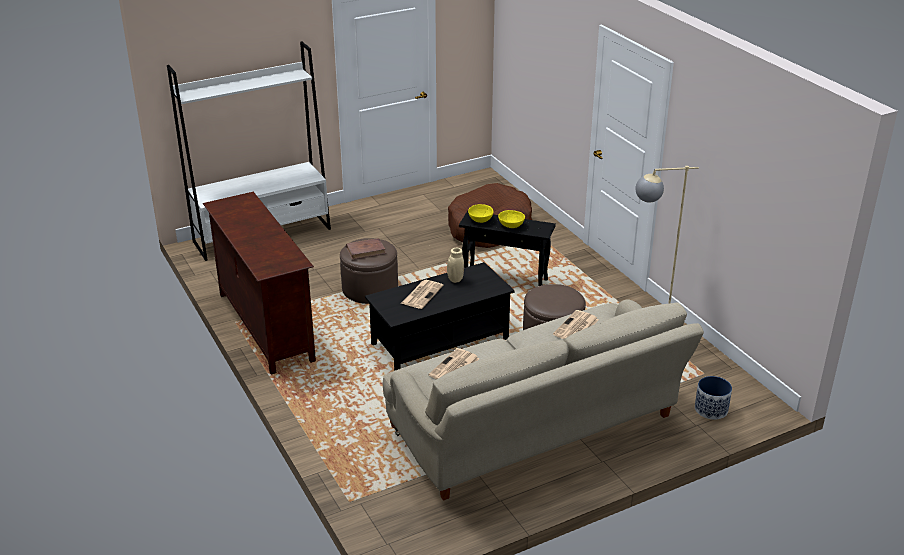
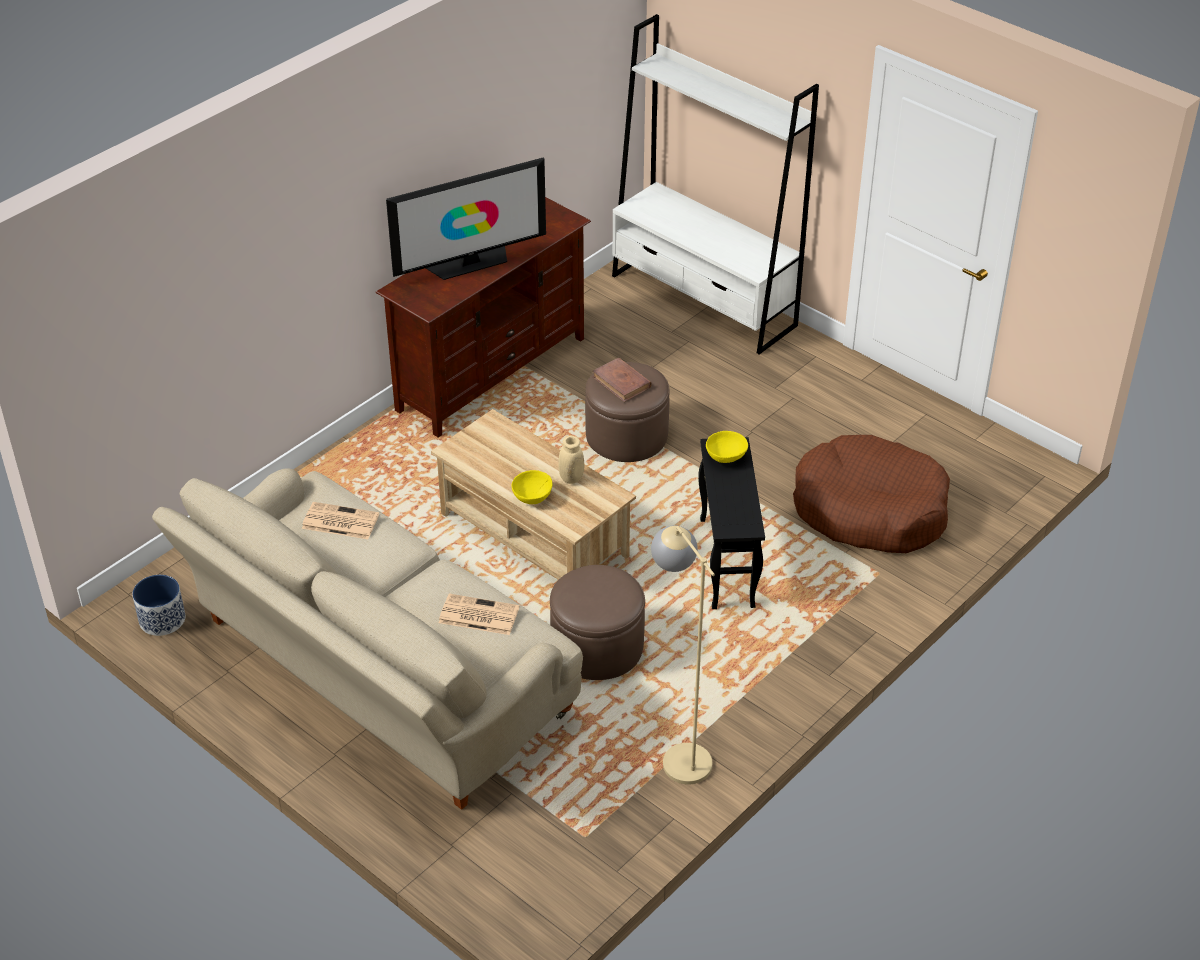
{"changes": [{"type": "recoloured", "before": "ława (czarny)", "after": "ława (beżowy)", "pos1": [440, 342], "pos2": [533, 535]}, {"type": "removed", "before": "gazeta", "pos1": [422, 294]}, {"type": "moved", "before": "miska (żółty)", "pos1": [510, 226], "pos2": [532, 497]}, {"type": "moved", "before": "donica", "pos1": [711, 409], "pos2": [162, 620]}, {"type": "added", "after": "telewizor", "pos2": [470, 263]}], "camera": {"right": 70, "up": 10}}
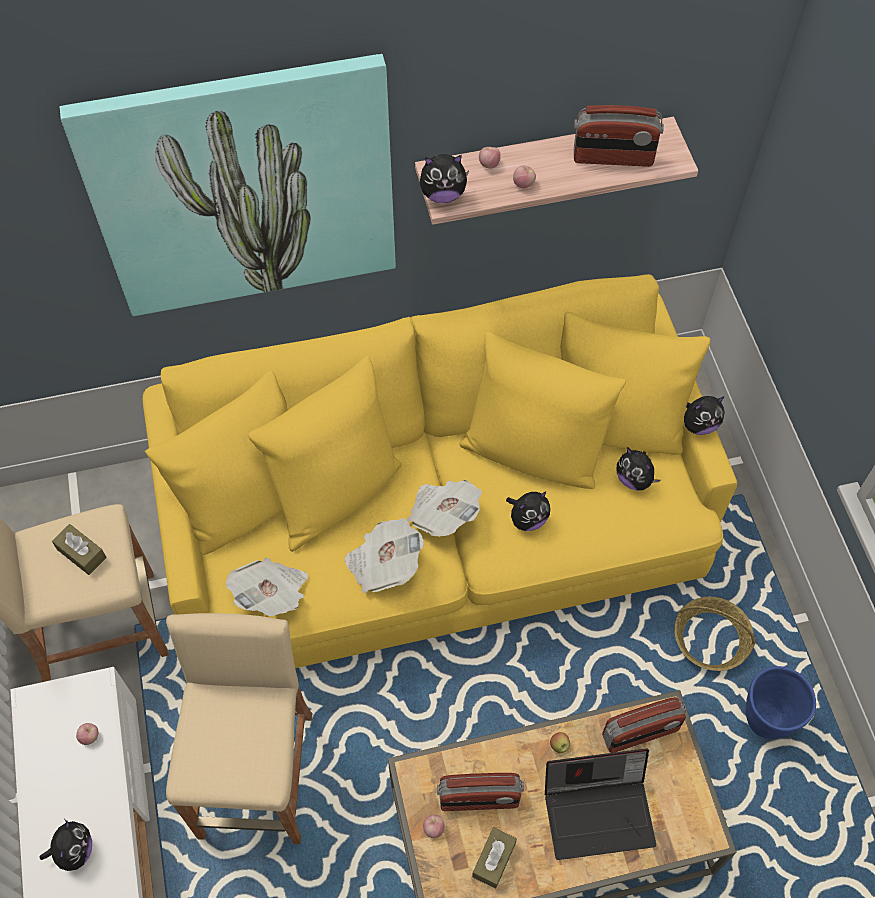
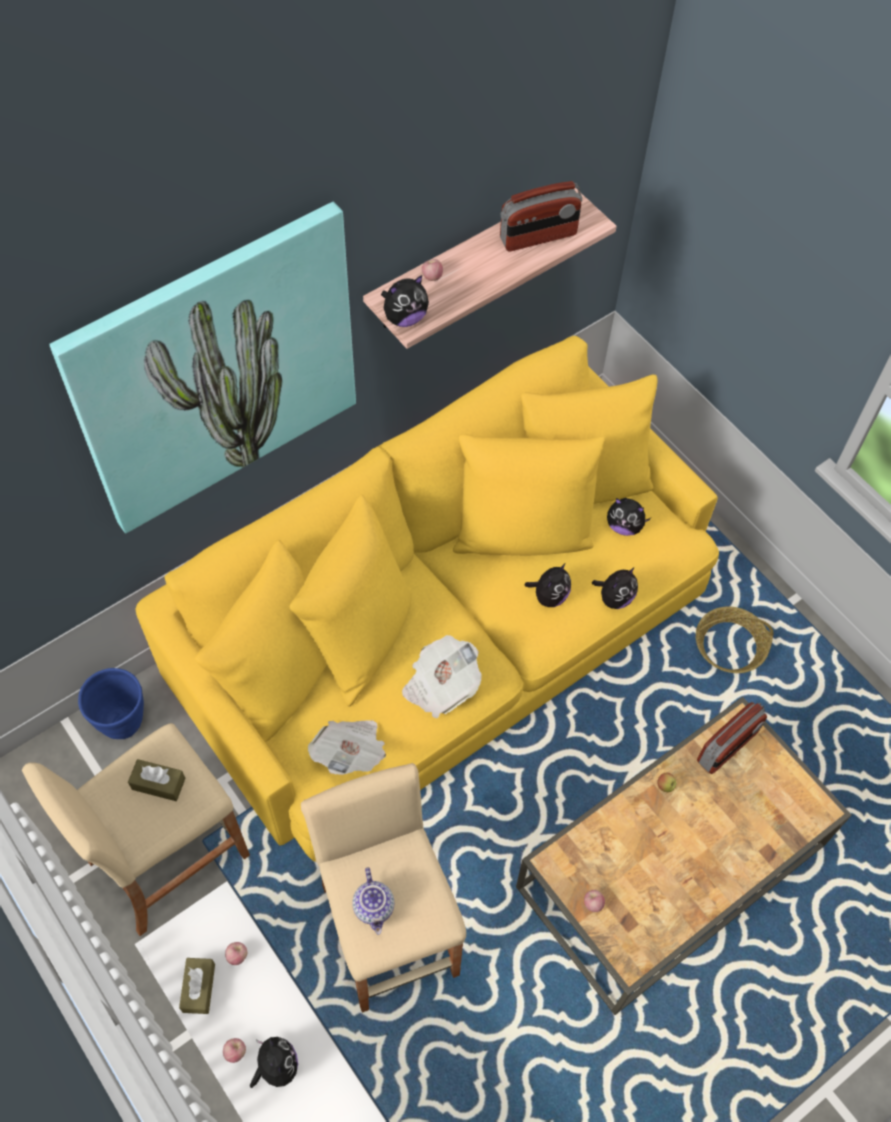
{"changes": [{"type": "removed", "before": "gazeta", "pos1": [443, 514]}, {"type": "removed", "before": "radio", "pos1": [479, 799]}, {"type": "moved", "before": "pudełko chusteczek (brązowy)", "pos1": [494, 860], "pos2": [199, 988]}, {"type": "moved", "before": "jabłko", "pos1": [523, 184], "pos2": [235, 1052]}, {"type": "removed", "before": "laptop", "pos1": [599, 811]}, {"type": "moved", "before": "pluszak", "pos1": [699, 425], "pos2": [614, 598]}, {"type": "moved", "before": "donica (niebieski)", "pos1": [766, 719], "pos2": [123, 722]}, {"type": "added", "after": "imbryk", "pos2": [375, 907]}], "camera": {"right": -25, "up": 0}}
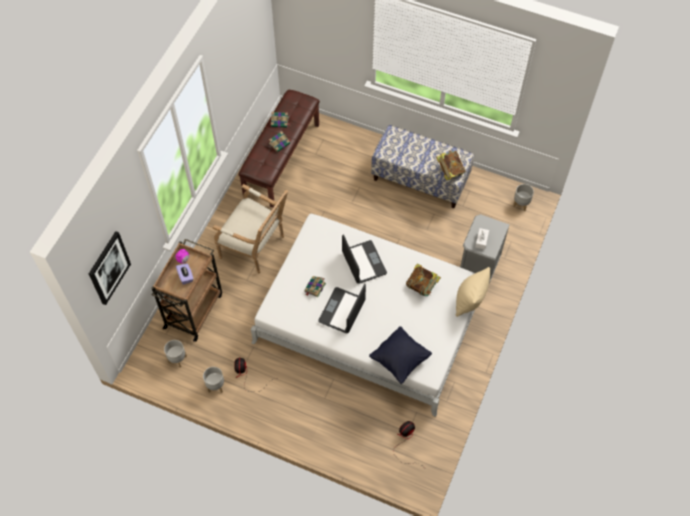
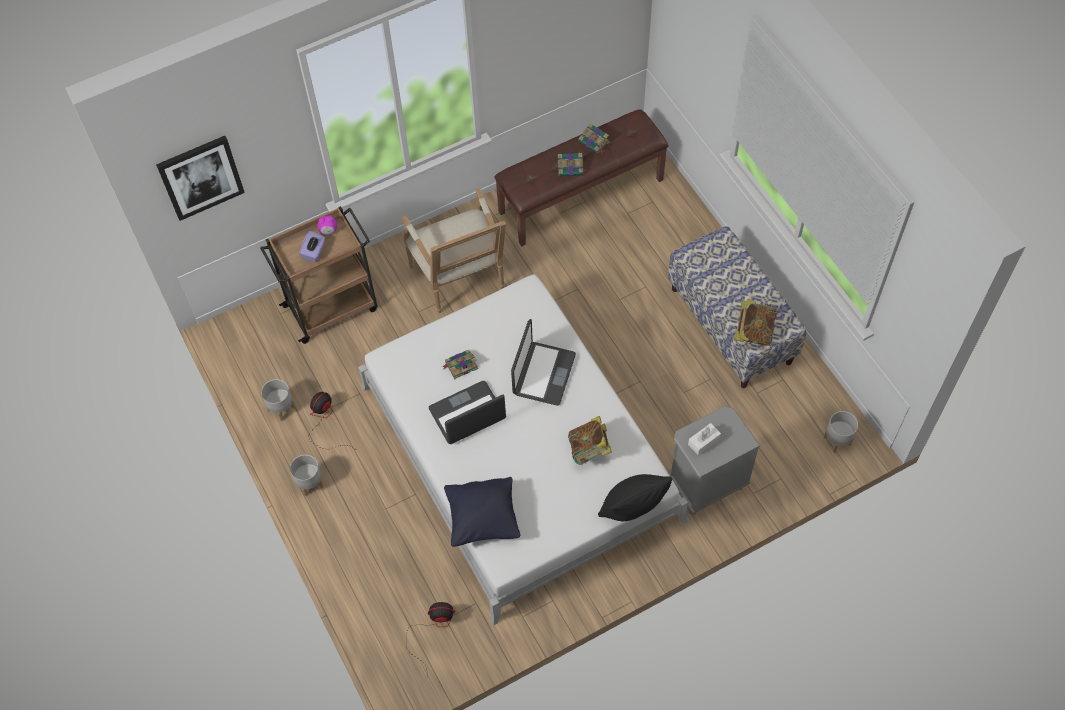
{"changes": [{"type": "moved", "before": "donica (szary)", "pos1": [177, 359], "pos2": [310, 483]}, {"type": "recoloured", "before": "poduszka (beżowy)", "after": "poduszka (czarny)", "pos1": [469, 301], "pos2": [632, 508]}], "camera": {"right": 40, "up": 0}}
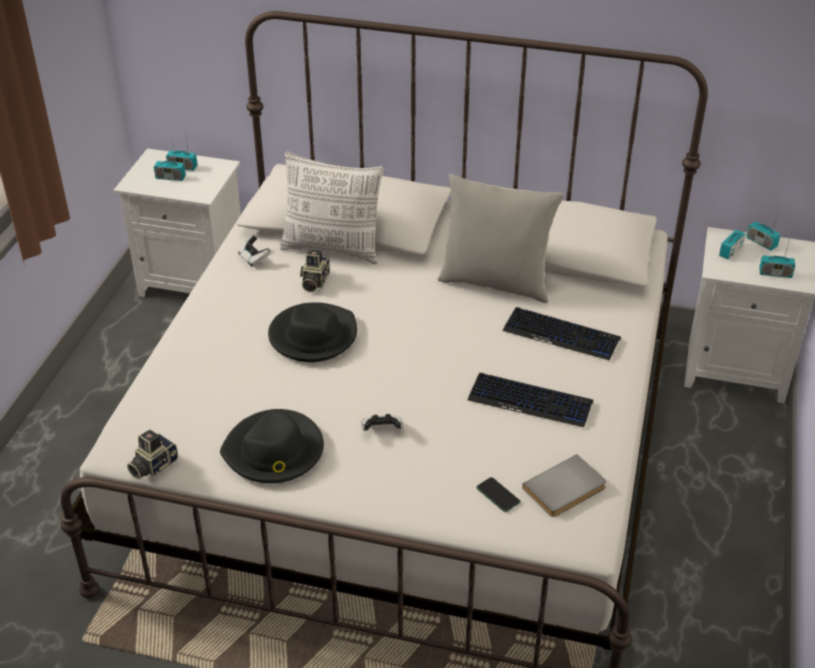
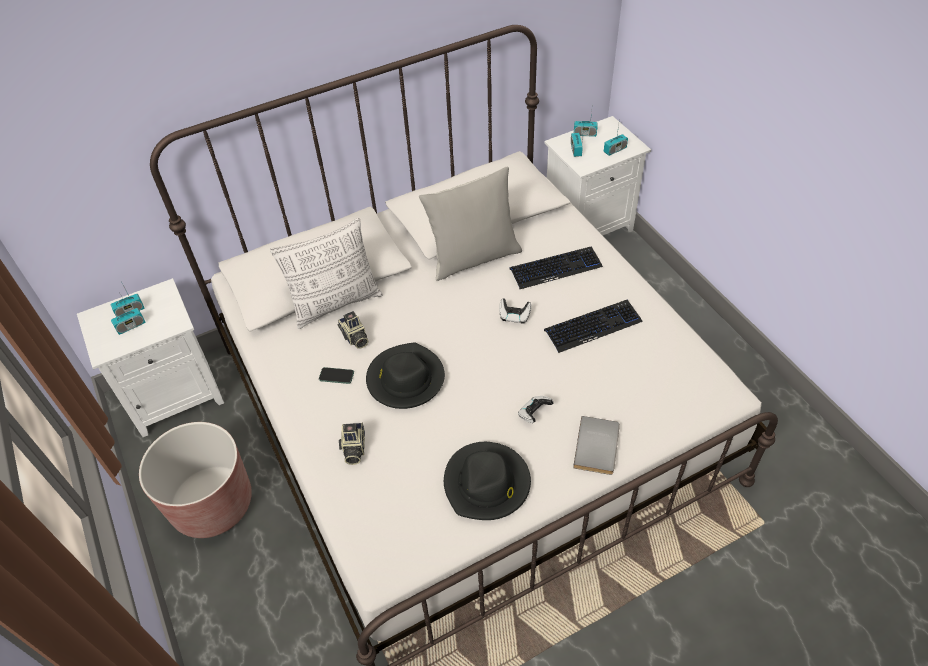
{"changes": [{"type": "moved", "before": "aparat fotograficzny", "pos1": [152, 465], "pos2": [353, 448]}, {"type": "moved", "before": "pad do gier", "pos1": [254, 258], "pos2": [514, 316]}, {"type": "moved", "before": "telefon", "pos1": [498, 495], "pos2": [336, 376]}, {"type": "moved", "before": "książka (szary)", "pos1": [566, 489], "pos2": [598, 447]}, {"type": "added", "after": "donica (brązowy)", "pos2": [212, 504]}], "camera": {"right": -40, "up": 10}}
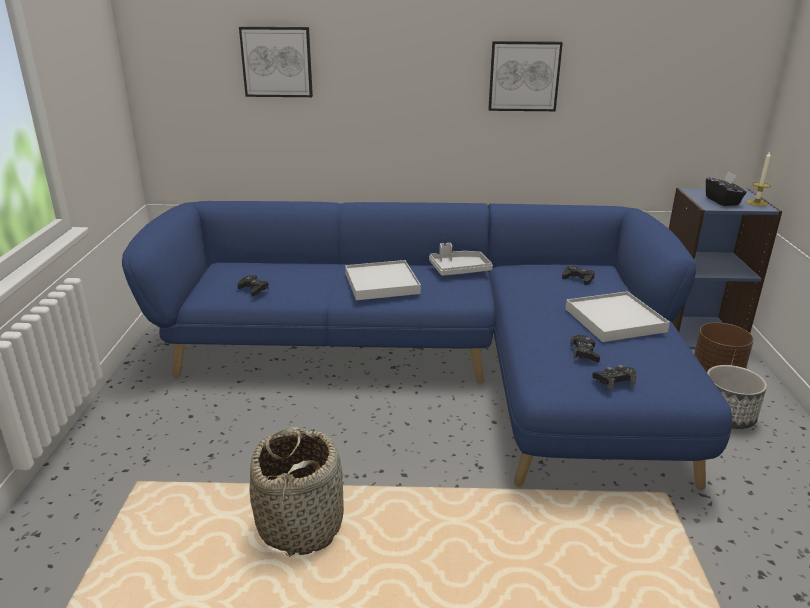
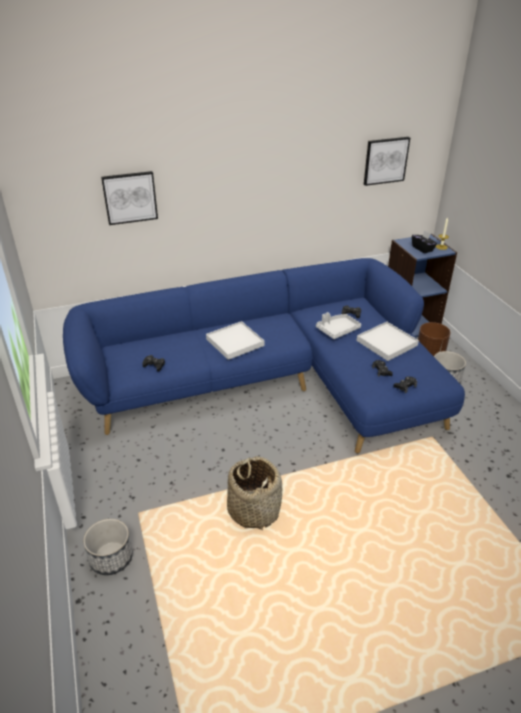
{"changes": [{"type": "moved", "before": "taca (szary)", "pos1": [459, 270], "pos2": [337, 330]}, {"type": "moved", "before": "obraz", "pos1": [524, 76], "pos2": [385, 160]}, {"type": "added", "after": "donica", "pos2": [111, 558]}], "camera": {"right": -20, "up": 10}}
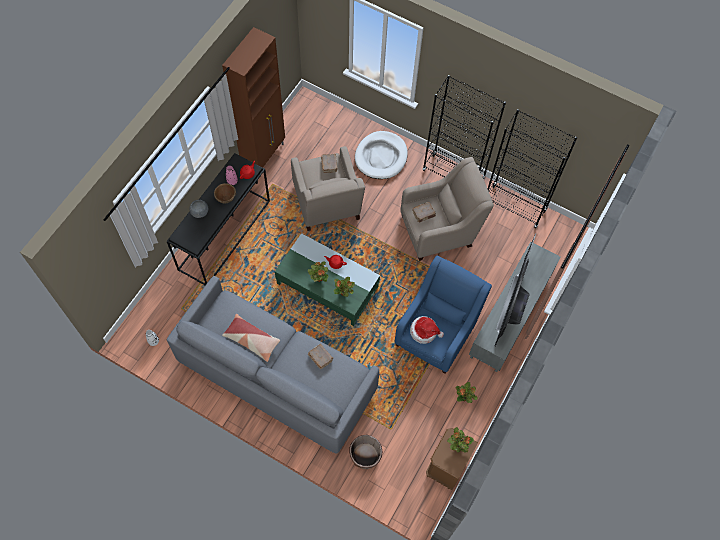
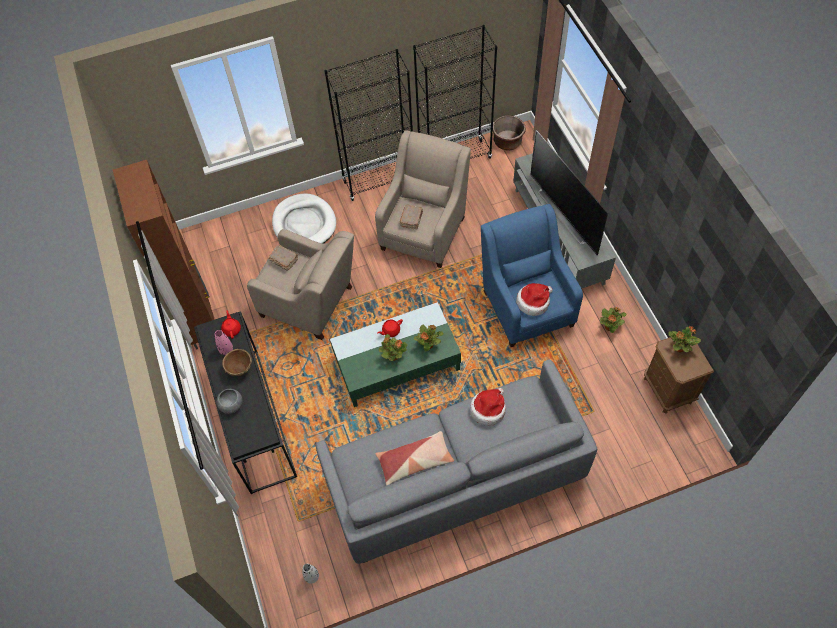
{"changes": [{"type": "replaced", "before": "książka (brązowy)", "after": "kapelusz", "pos1": [320, 357], "pos2": [488, 409]}, {"type": "moved", "before": "donica (brązowy)", "pos1": [365, 456], "pos2": [507, 142]}], "camera": {"right": -45, "up": -5}}
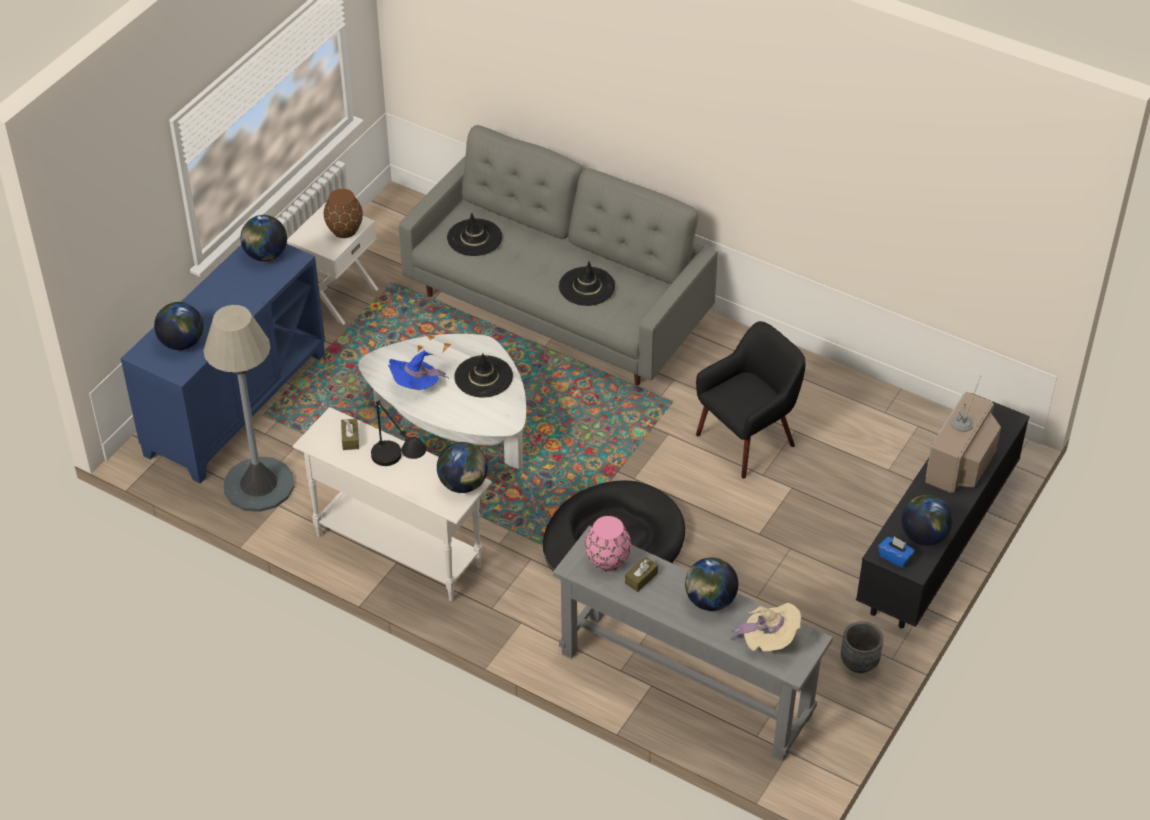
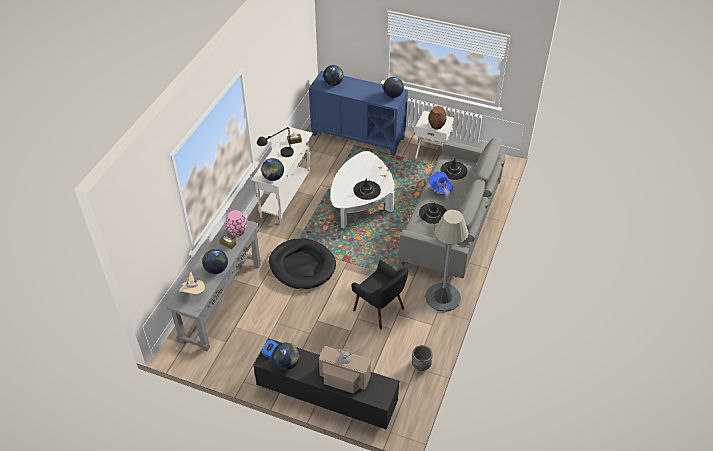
{"changes": [{"type": "moved", "before": "lampa stojąca (szary)", "pos1": [259, 484], "pos2": [443, 297]}, {"type": "moved", "before": "kapelusz (niebieski)", "pos1": [416, 386], "pos2": [441, 190]}, {"type": "moved", "before": "donica (szary)", "pos1": [859, 662], "pos2": [421, 365]}], "camera": {"right": 80, "up": 0}}
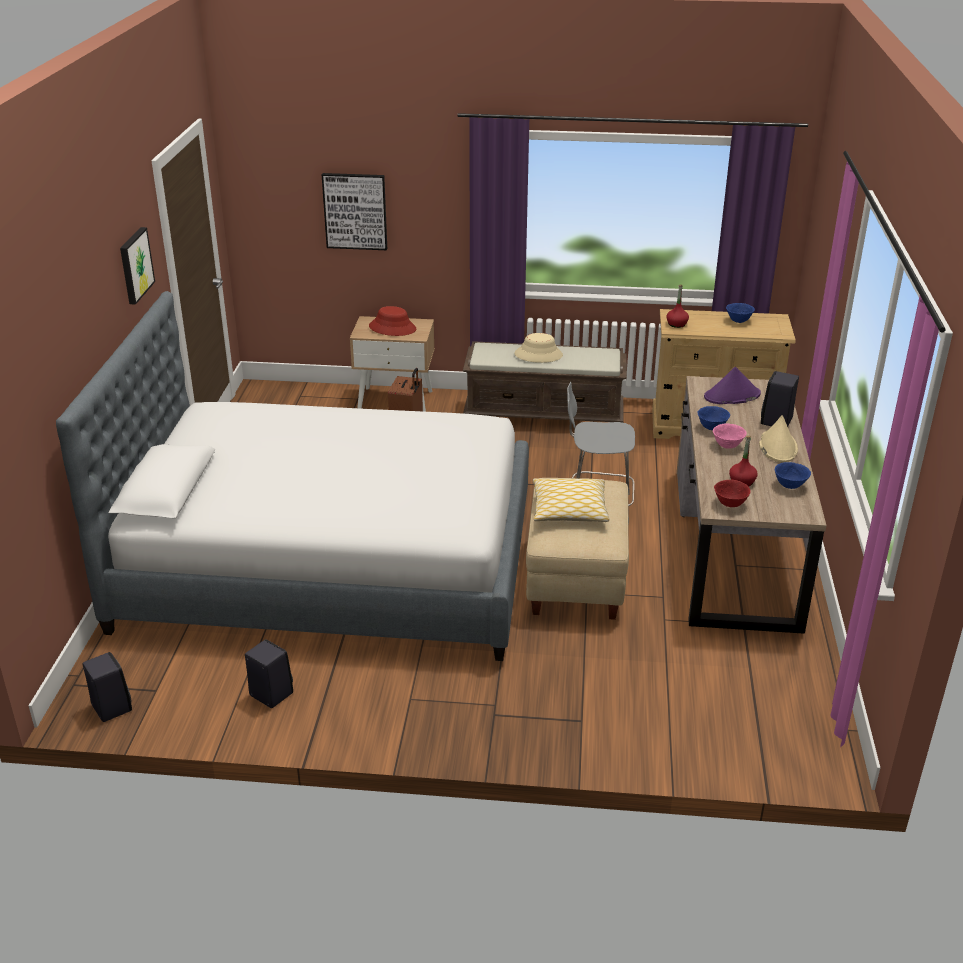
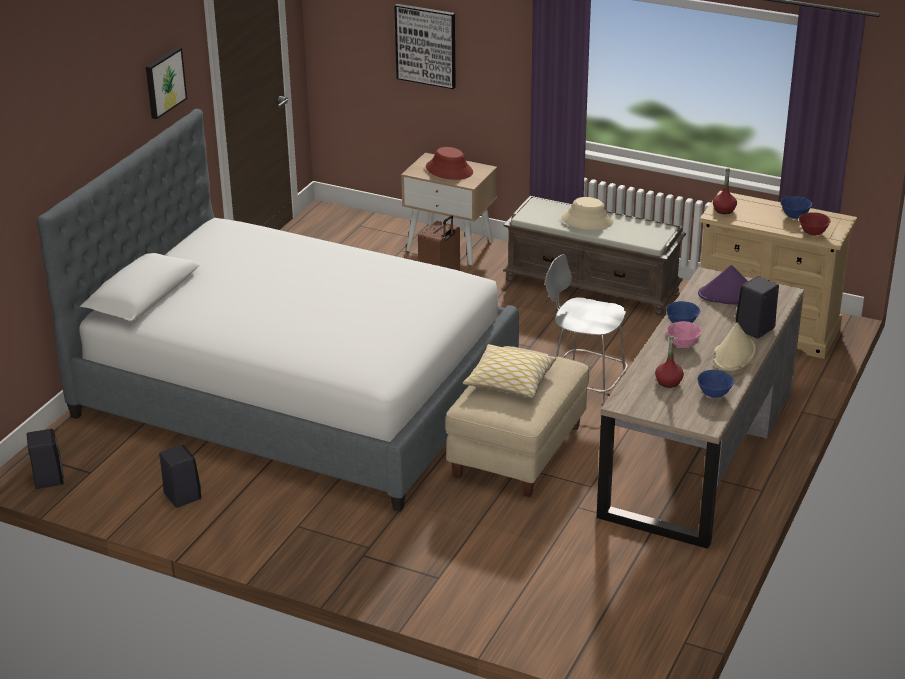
{"changes": [{"type": "moved", "before": "miska (czerwony)", "pos1": [730, 504], "pos2": [812, 233]}], "camera": {"right": 20, "up": 0}}
